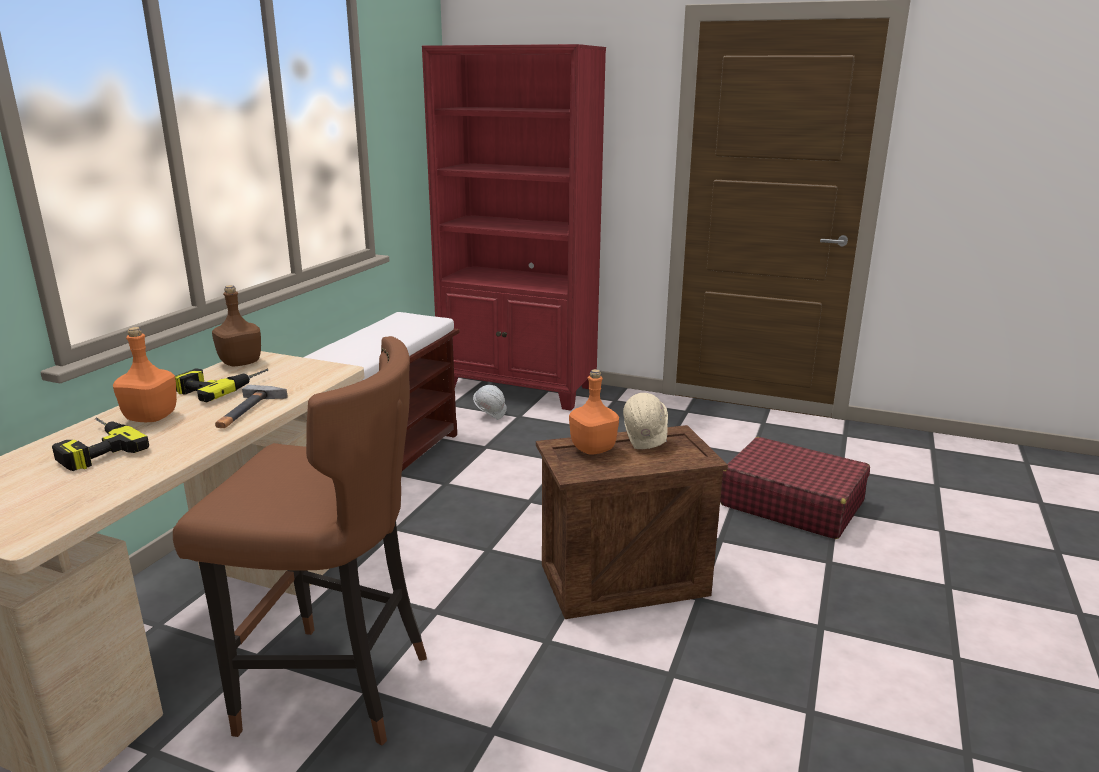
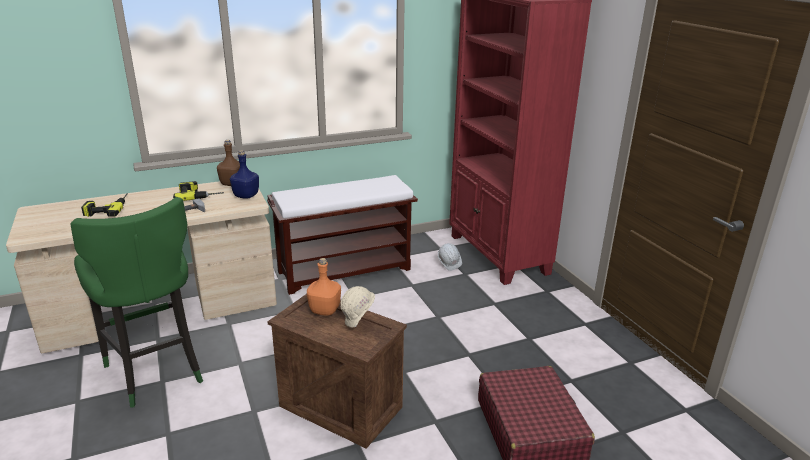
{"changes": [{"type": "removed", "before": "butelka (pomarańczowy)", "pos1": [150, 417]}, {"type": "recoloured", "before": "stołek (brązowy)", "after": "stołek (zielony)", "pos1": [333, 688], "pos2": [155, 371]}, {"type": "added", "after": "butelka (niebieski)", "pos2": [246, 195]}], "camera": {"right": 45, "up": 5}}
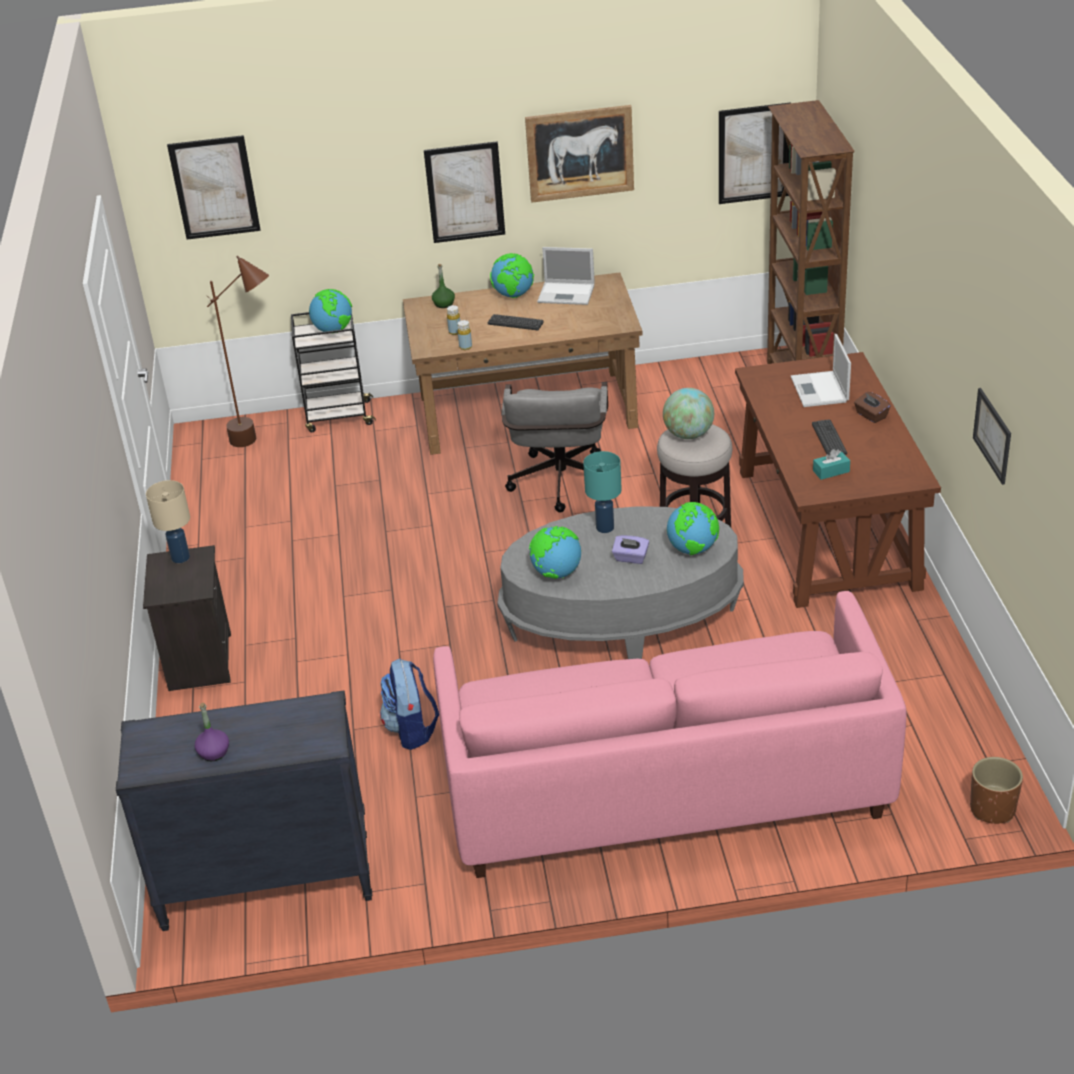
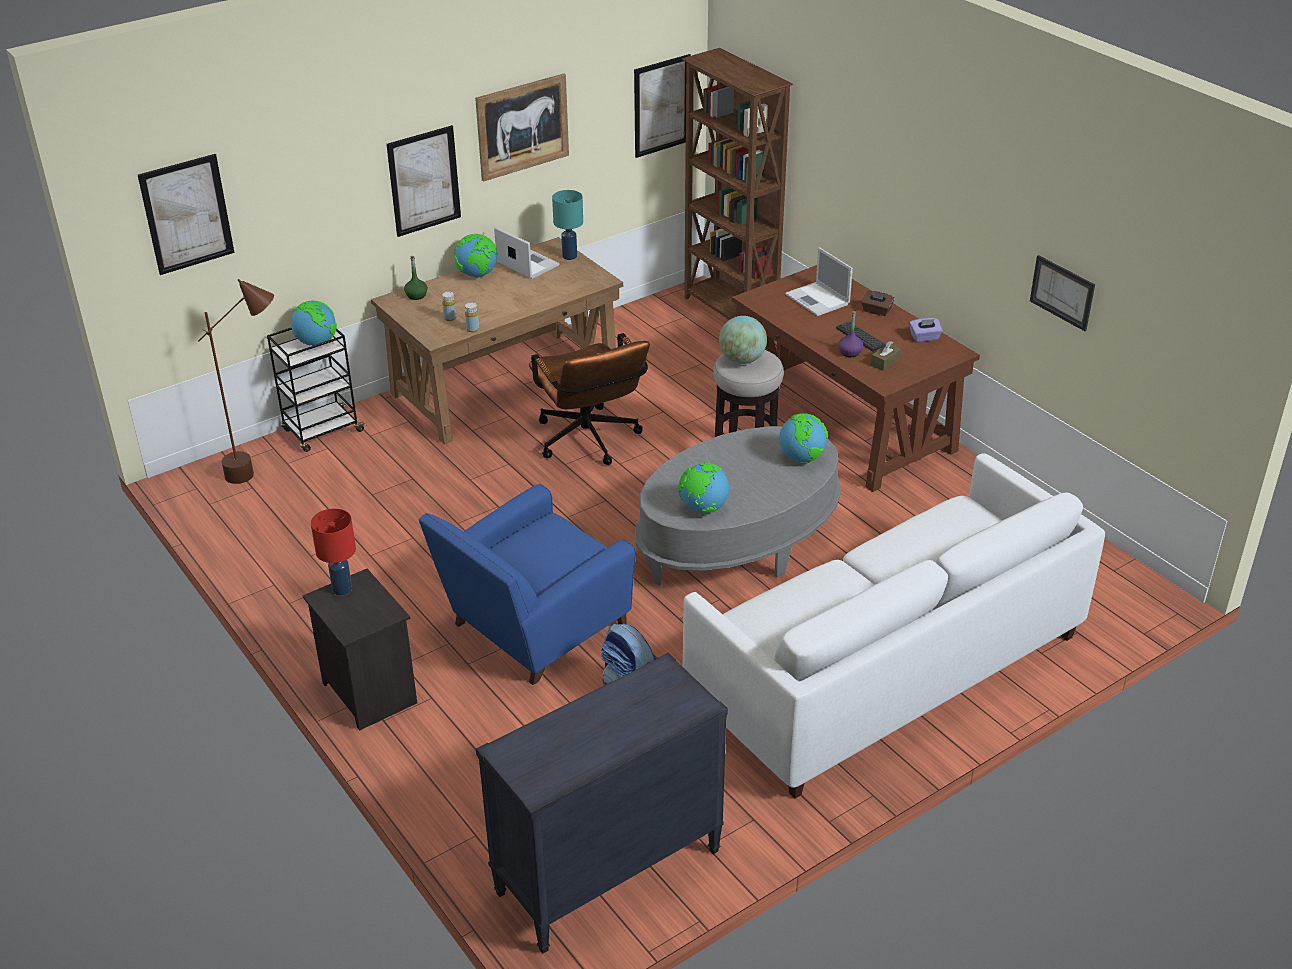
{"changes": [{"type": "recoloured", "before": "lampa stołowa (beżowy)", "after": "lampa stołowa (czerwony)", "pos1": [181, 557], "pos2": [343, 589]}, {"type": "moved", "before": "butelka (fioletowy)", "pos1": [213, 752], "pos2": [850, 352]}, {"type": "recoloured", "before": "kanapa (różowy)", "after": "kanapa (biały)", "pos1": [663, 786], "pos2": [886, 668]}, {"type": "removed", "before": "klawiatura", "pos1": [515, 323]}, {"type": "recoloured", "before": "krzesło biurowe (szary)", "after": "krzesło biurowe (brązowy)", "pos1": [561, 486], "pos2": [590, 443]}, {"type": "turned", "before": "laptop", "pos1": [567, 293], "pos2": [527, 264], "turn": -120}, {"type": "moved", "before": "lampa stołowa (turkusowy)", "pos1": [604, 528], "pos2": [569, 256]}, {"type": "moved", "before": "pudełko chusteczek (fioletowy)", "pos1": [630, 558], "pos2": [924, 338]}, {"type": "recoloured", "before": "pudełko chusteczek (turkusowy)", "after": "pudełko chusteczek (brązowy)", "pos1": [831, 471], "pos2": [885, 362]}, {"type": "removed", "before": "donica (brązowy)", "pos1": [992, 809]}, {"type": "added", "after": "fotel (niebieski)", "pos2": [533, 629]}], "camera": {"right": -30, "up": 0}}
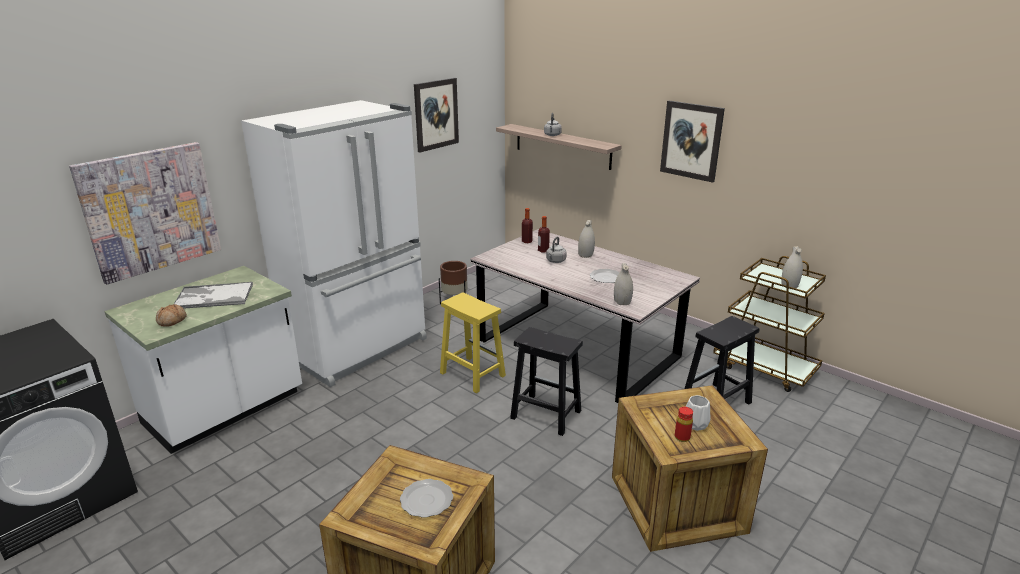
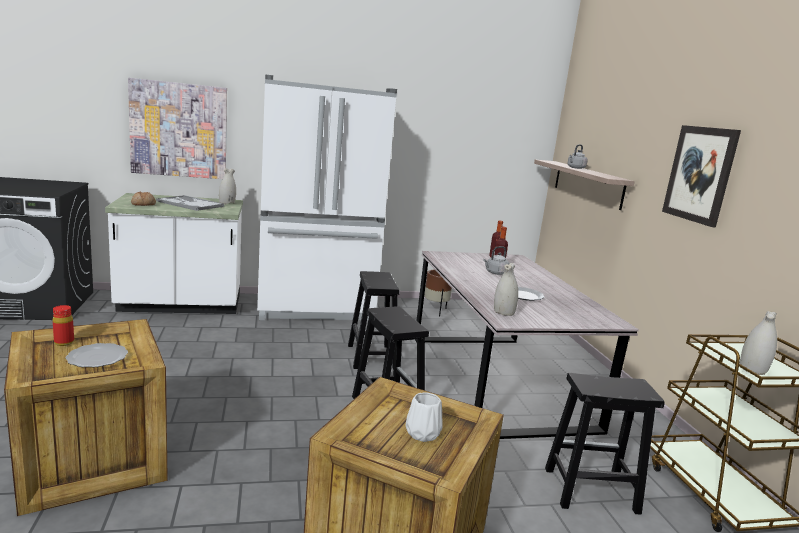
{"changes": [{"type": "removed", "before": "obraz", "pos1": [436, 114]}, {"type": "recoloured", "before": "stołek (żółty)", "after": "stołek (czarny)", "pos1": [471, 374], "pos2": [371, 356]}, {"type": "moved", "before": "wazon (biały)", "pos1": [585, 255], "pos2": [227, 203]}, {"type": "moved", "before": "butelka (czerwony)", "pos1": [682, 437], "pos2": [64, 342]}], "camera": {"right": 35, "up": -10}}
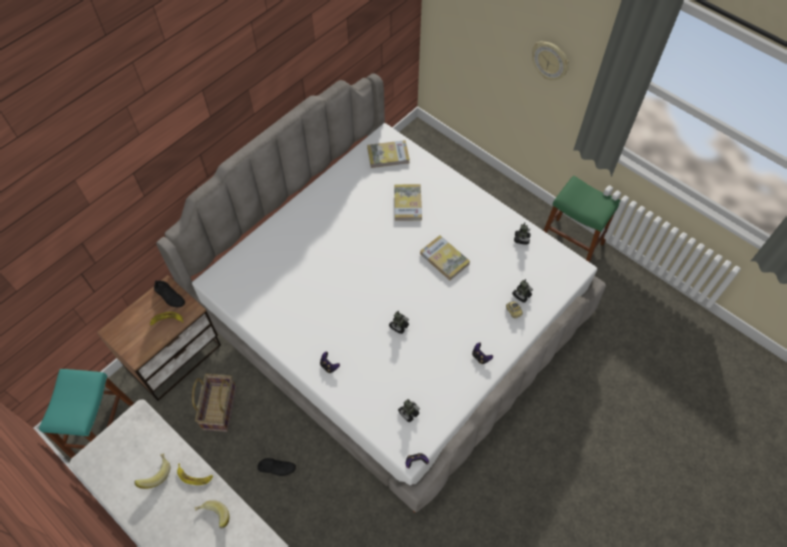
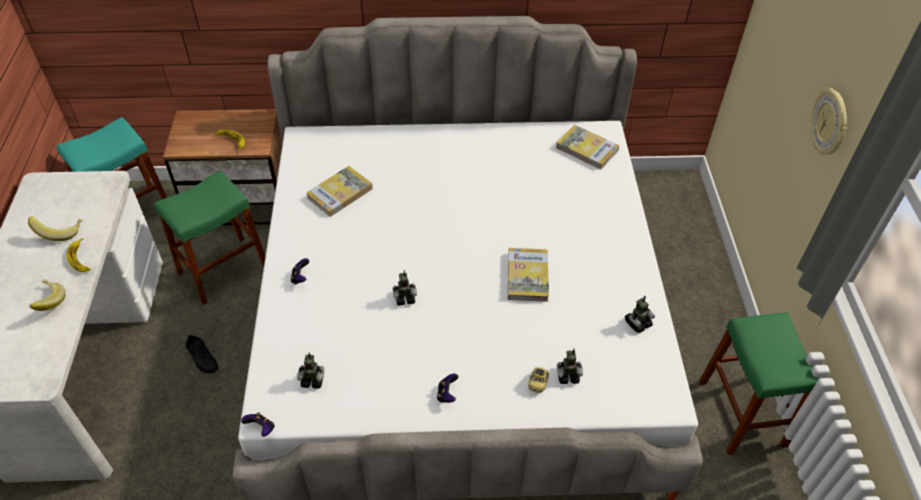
{"changes": [{"type": "removed", "before": "but (czarny)", "pos1": [169, 296]}, {"type": "replaced", "before": "koszyk", "after": "stołek (zielony)", "pos1": [219, 408], "pos2": [223, 269]}, {"type": "moved", "before": "książka", "pos1": [407, 203], "pos2": [340, 193]}], "camera": {"right": 45, "up": -10}}
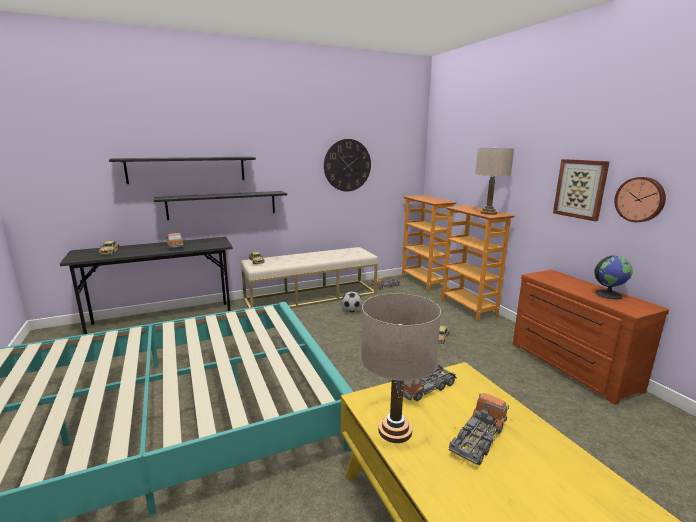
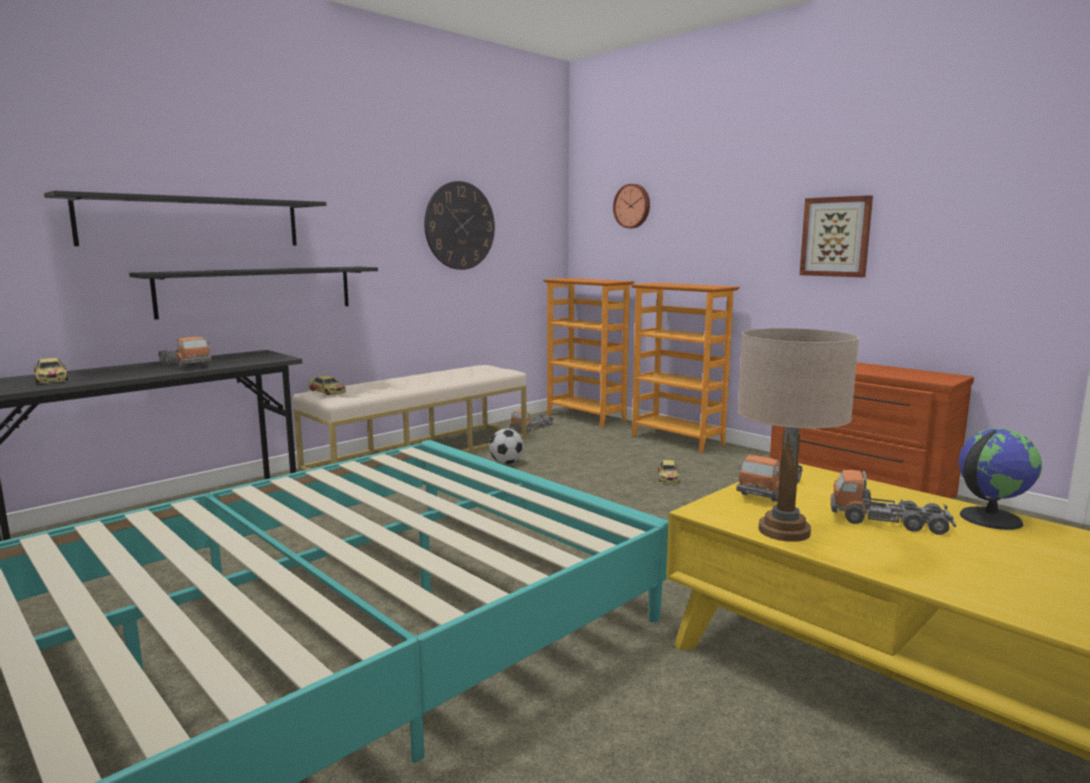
{"changes": [{"type": "turned", "before": "ciężarówka zabawkowa", "pos1": [478, 439], "pos2": [888, 521], "turn": -90}, {"type": "removed", "before": "lampa stołowa (beżowy)", "pos1": [488, 213]}, {"type": "moved", "before": "globus", "pos1": [607, 294], "pos2": [989, 518]}, {"type": "moved", "before": "zegar ścienny", "pos1": [640, 199], "pos2": [632, 206]}], "camera": {"right": -20, "up": -5}}
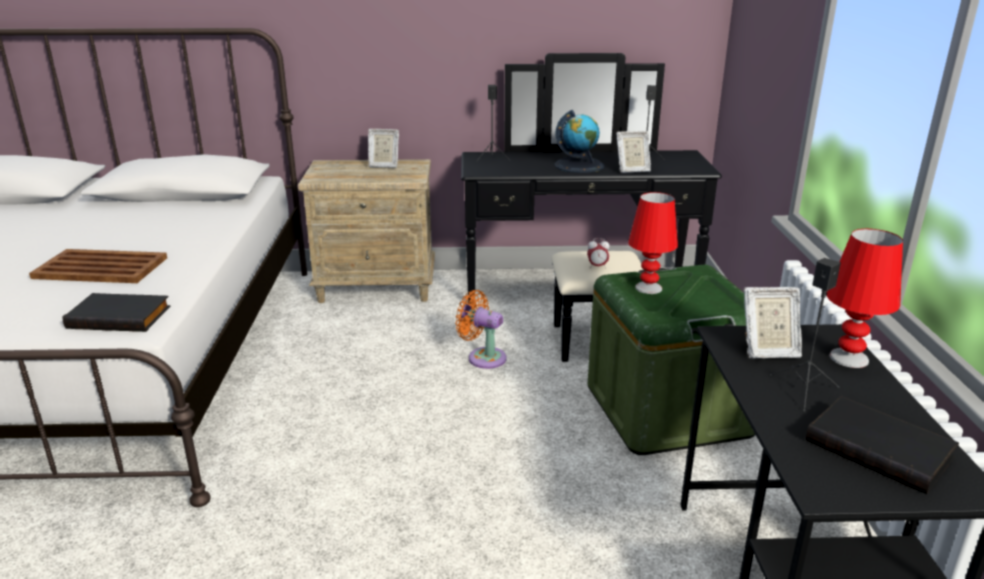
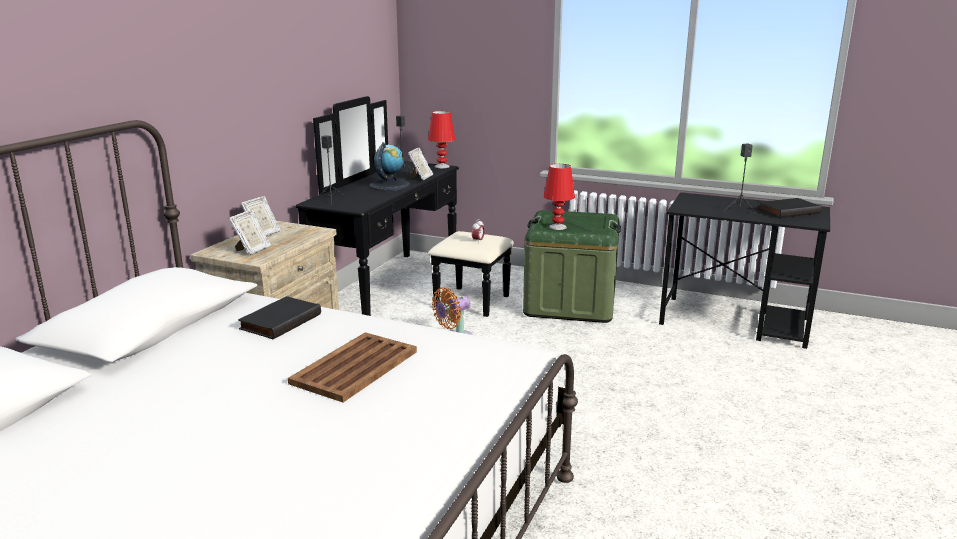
{"changes": [{"type": "moved", "before": "książka (czarny)", "pos1": [121, 316], "pos2": [280, 321]}, {"type": "moved", "before": "ramka na zdjęcie", "pos1": [767, 351], "pos2": [252, 250]}, {"type": "moved", "before": "lampa stołowa (czerwony)", "pos1": [848, 358], "pos2": [441, 166]}], "camera": {"right": -65, "up": -5}}
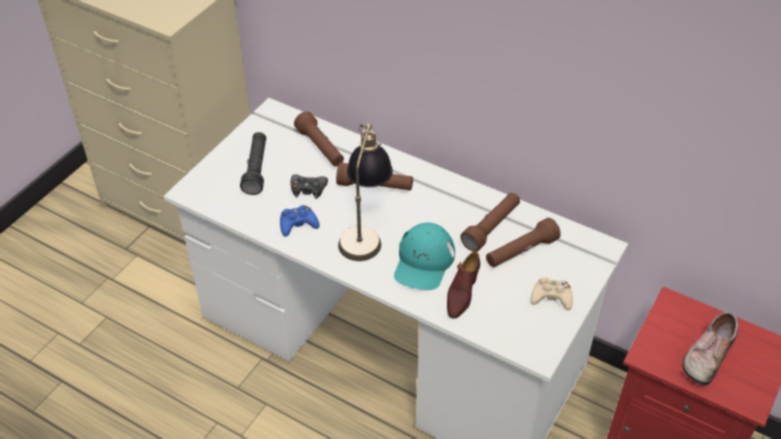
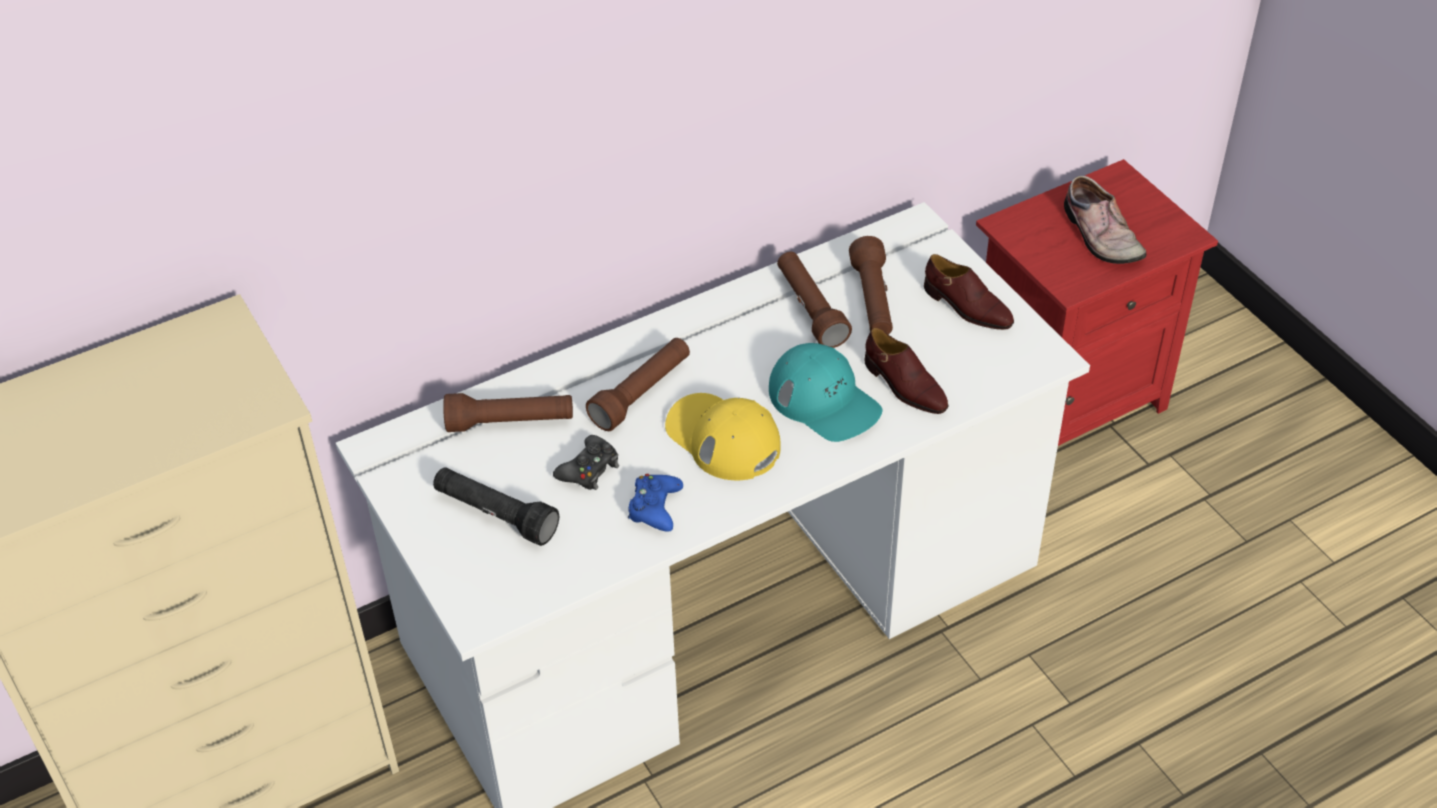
{"changes": [{"type": "replaced", "before": "lampa stołowa", "after": "czapka z daszkiem (żółty)", "pos1": [365, 231], "pos2": [723, 438]}, {"type": "replaced", "before": "pad do gier (beżowy)", "after": "but (brązowy)", "pos1": [551, 297], "pos2": [967, 307]}], "camera": {"right": -60, "up": 0}}
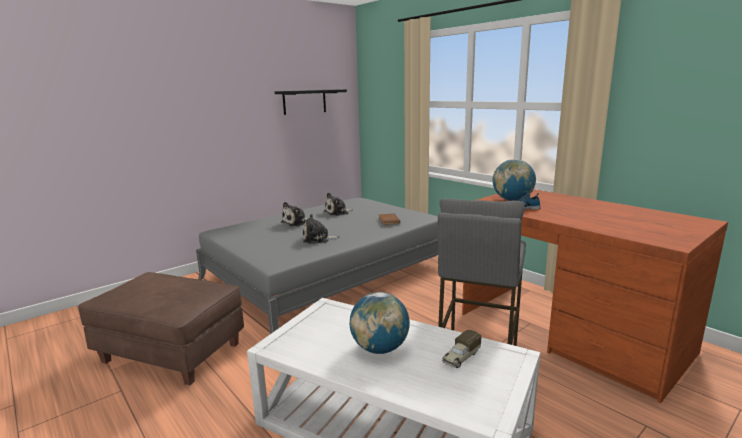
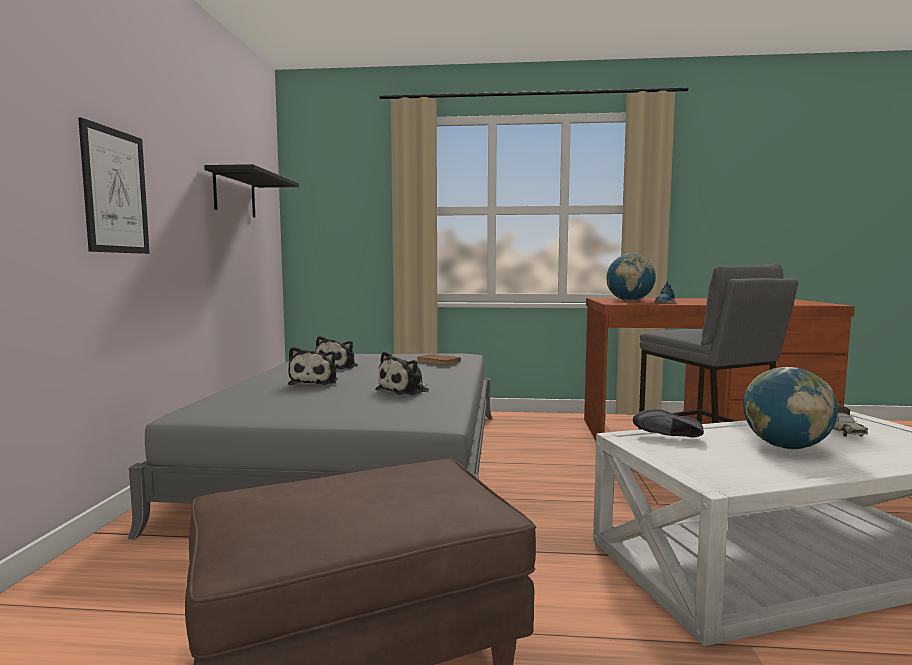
{"changes": [{"type": "added", "after": "obraz", "pos2": [115, 191]}, {"type": "added", "after": "but (czarny)", "pos2": [669, 437]}], "camera": {"right": -45, "up": -10}}
